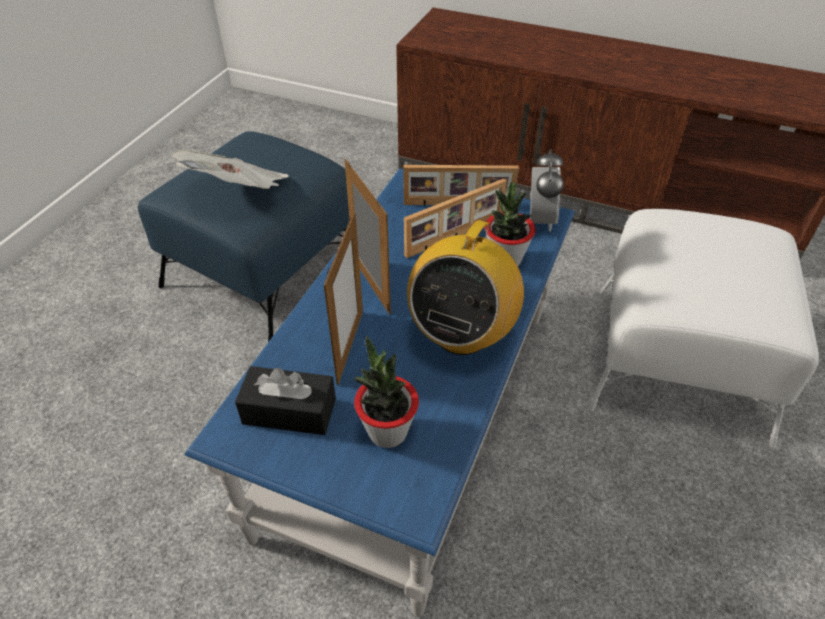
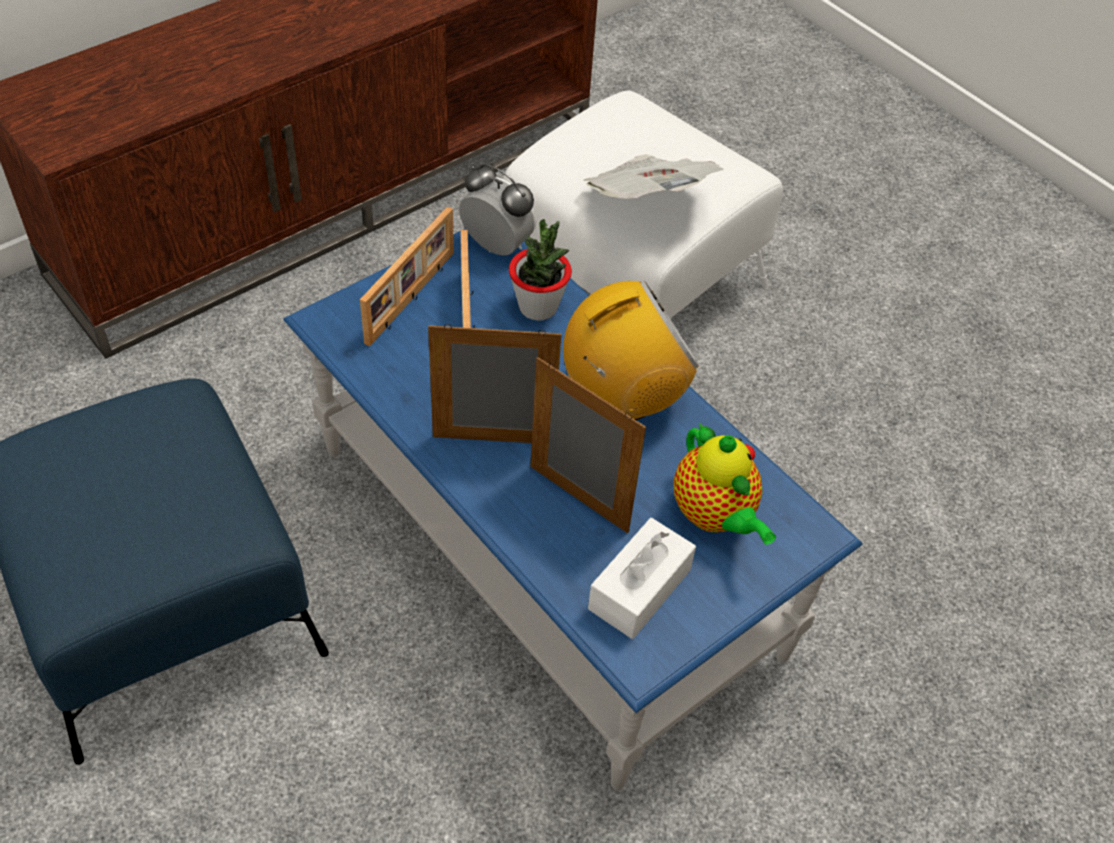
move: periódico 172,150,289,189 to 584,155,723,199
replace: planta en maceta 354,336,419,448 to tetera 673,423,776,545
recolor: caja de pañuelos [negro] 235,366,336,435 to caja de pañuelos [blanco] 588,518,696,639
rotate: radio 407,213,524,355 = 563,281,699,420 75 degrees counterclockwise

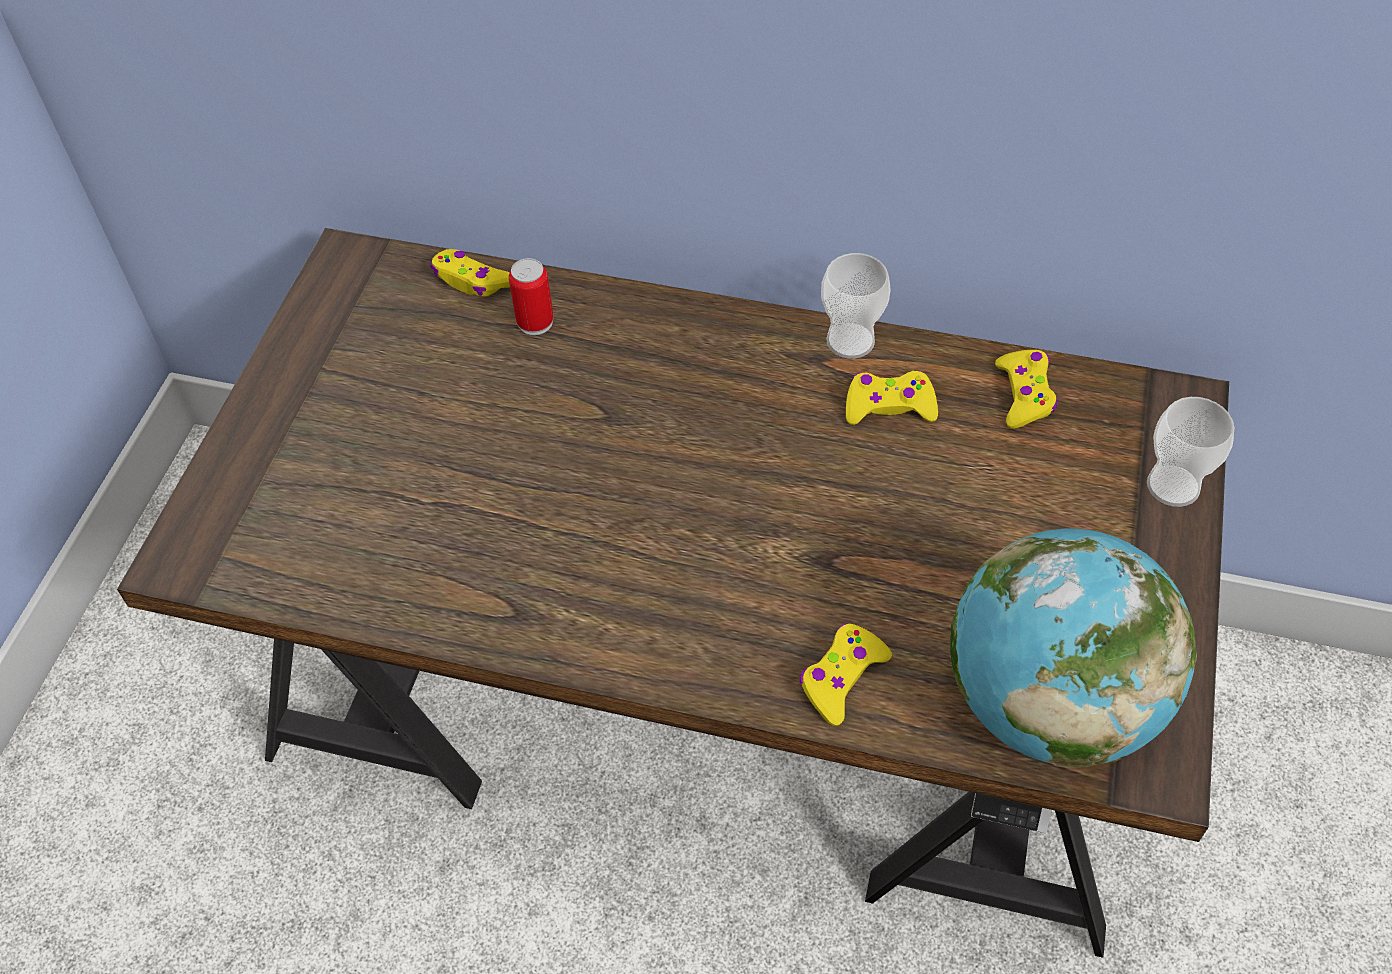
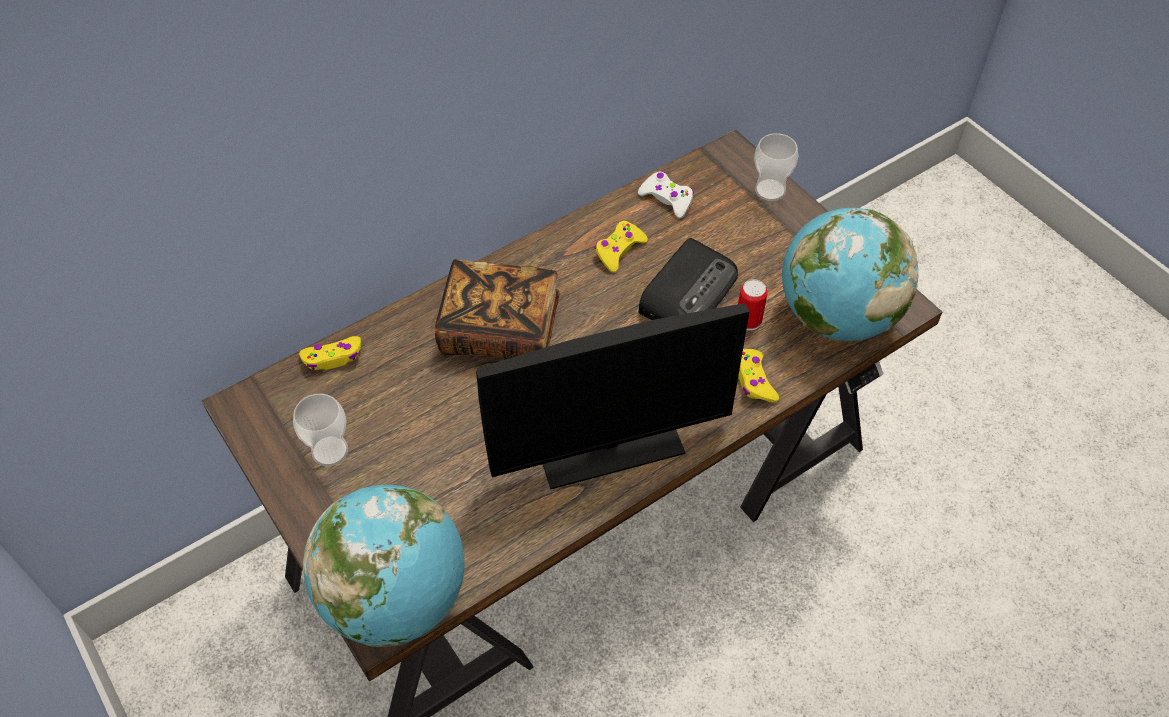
insert: globo terráqueo 303,485,465,647; libro 435,259,560,360; monitor 476,303,750,489; radio 638,238,738,320
move: lata 509,258,553,335 to 738,279,768,331; taza 821,253,891,359 to 293,394,348,466
recolor: mando de consola [amarillo] 995,350,1057,429 to mando de consola [blanco] 638,171,694,218

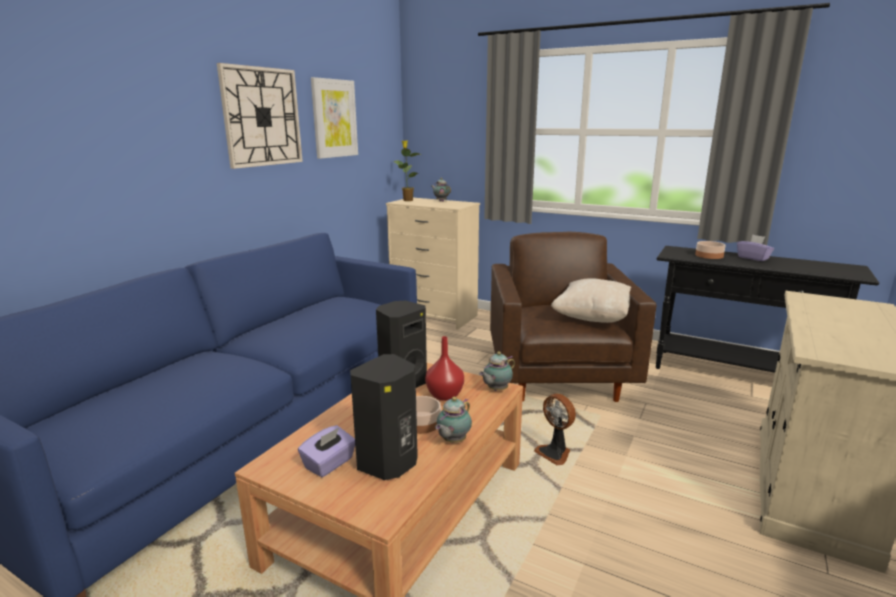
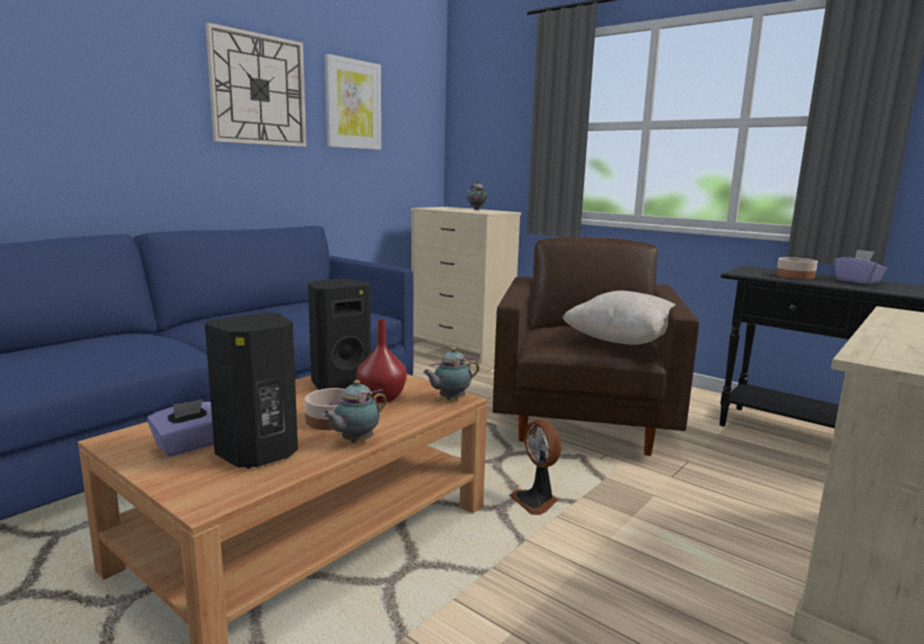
delete: planta en maceta 393,141,421,201

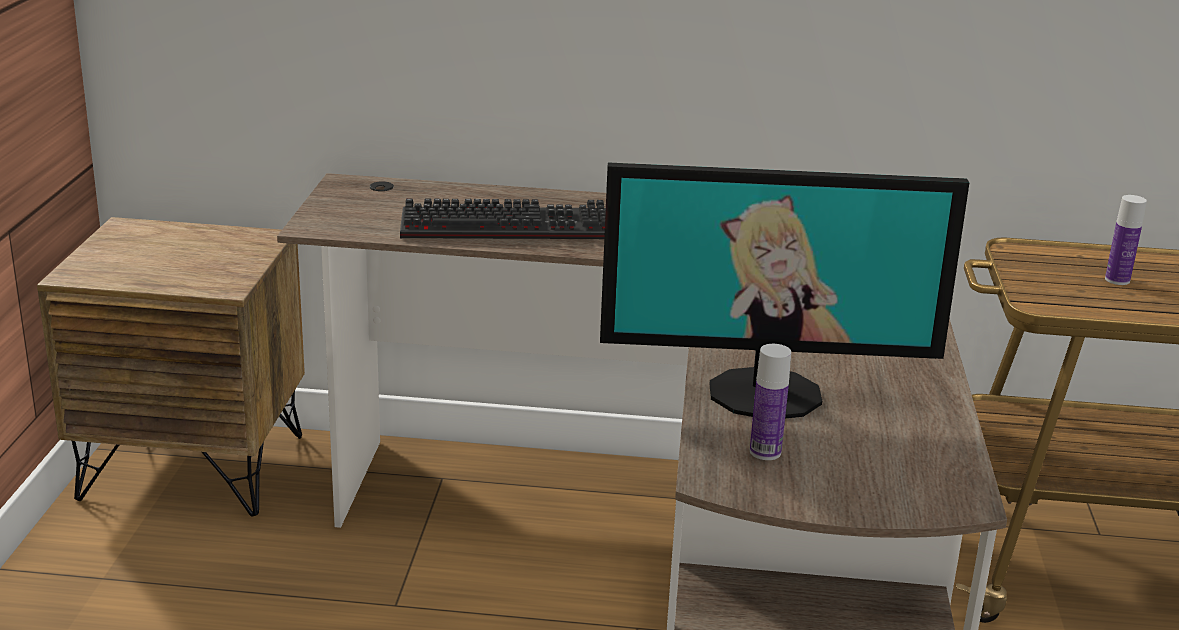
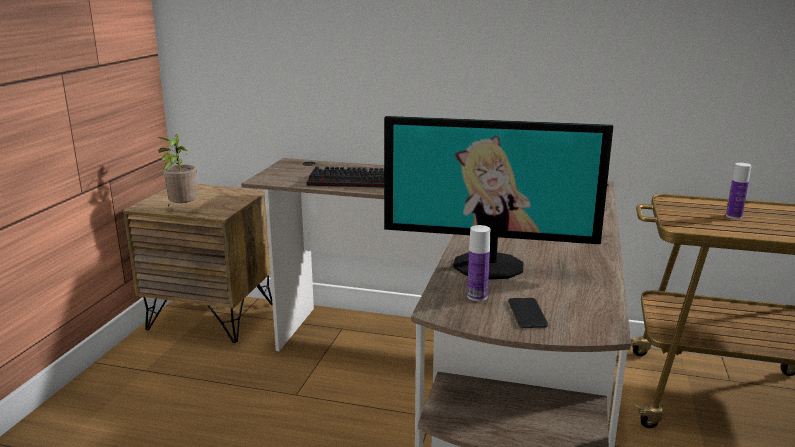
insert: planta en maceta 158,134,198,206; móvil 508,298,548,328

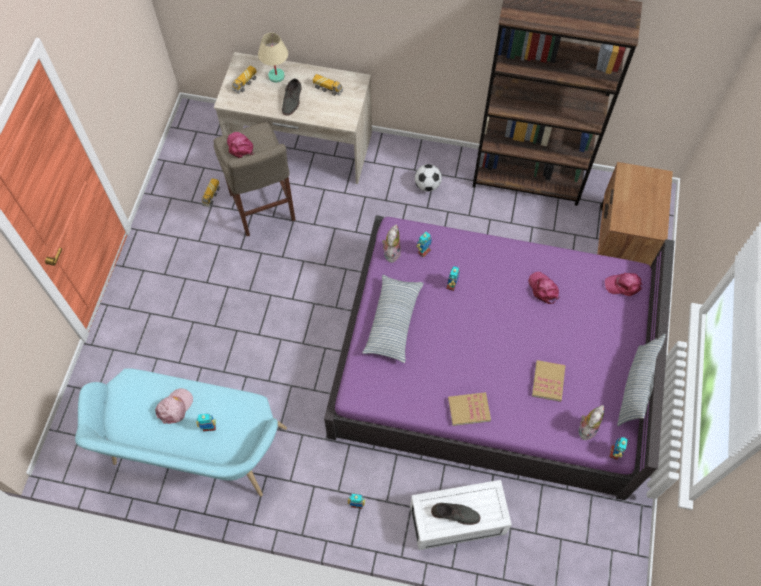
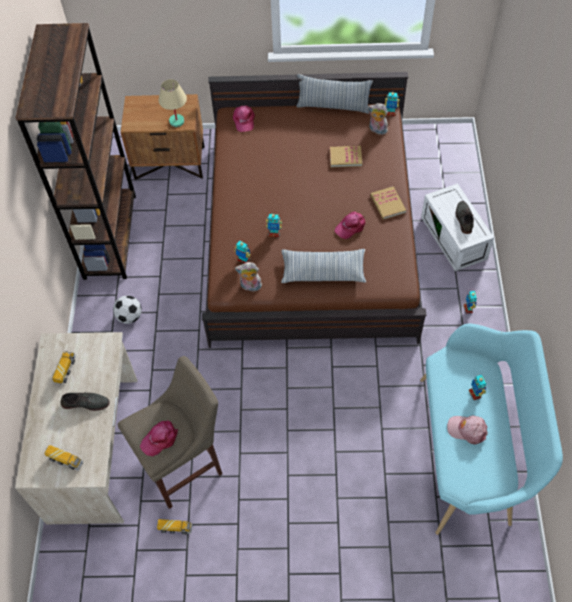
move: lámpara de mesa [beis] 258,33,288,83 to 158,79,187,127; gorra [rosa] 528,272,560,304 to 335,211,365,239
recolor: cama [morado] 324,215,674,500 to cama [marrón] 202,72,426,348

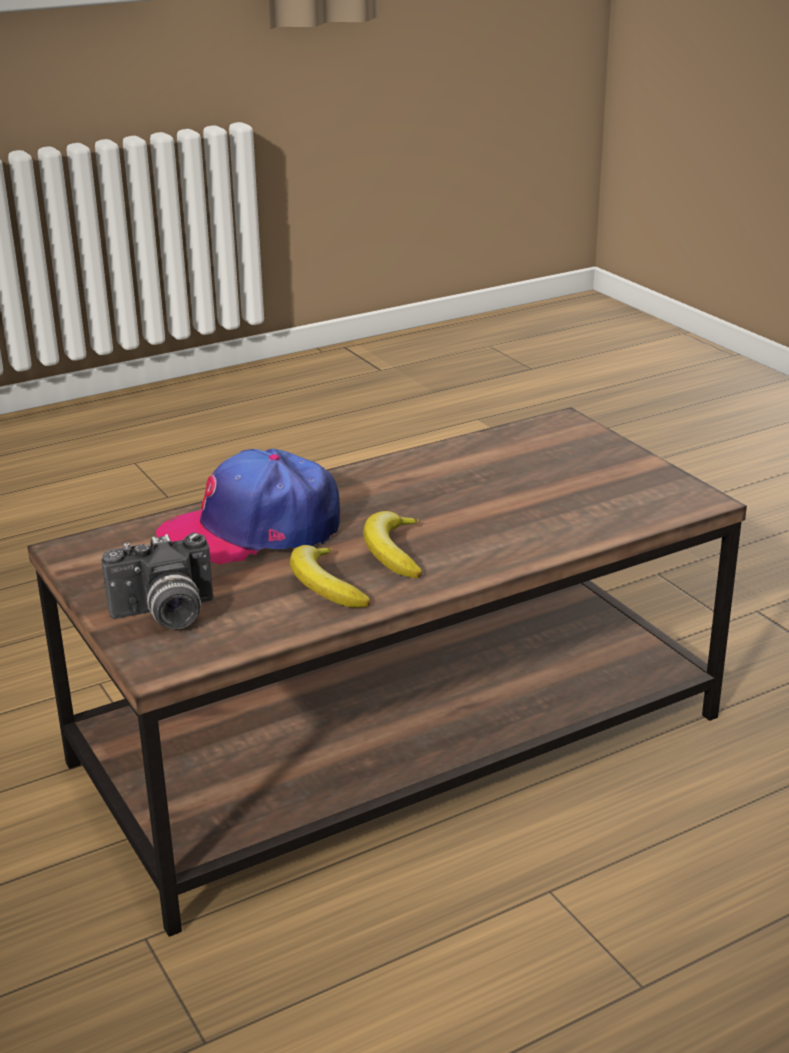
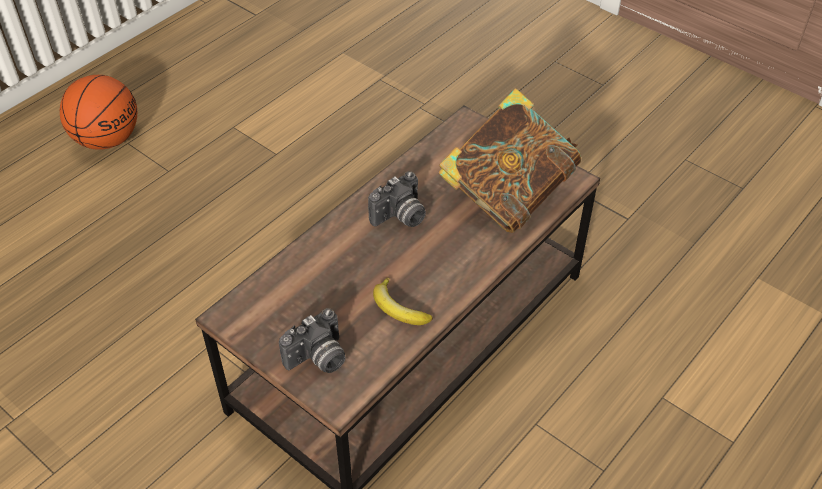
delete: gorra 156,449,340,565; plátano 363,511,422,578
insert: balón de baloncesto 60,75,137,150; cámara 368,171,426,227; libro 439,88,581,233

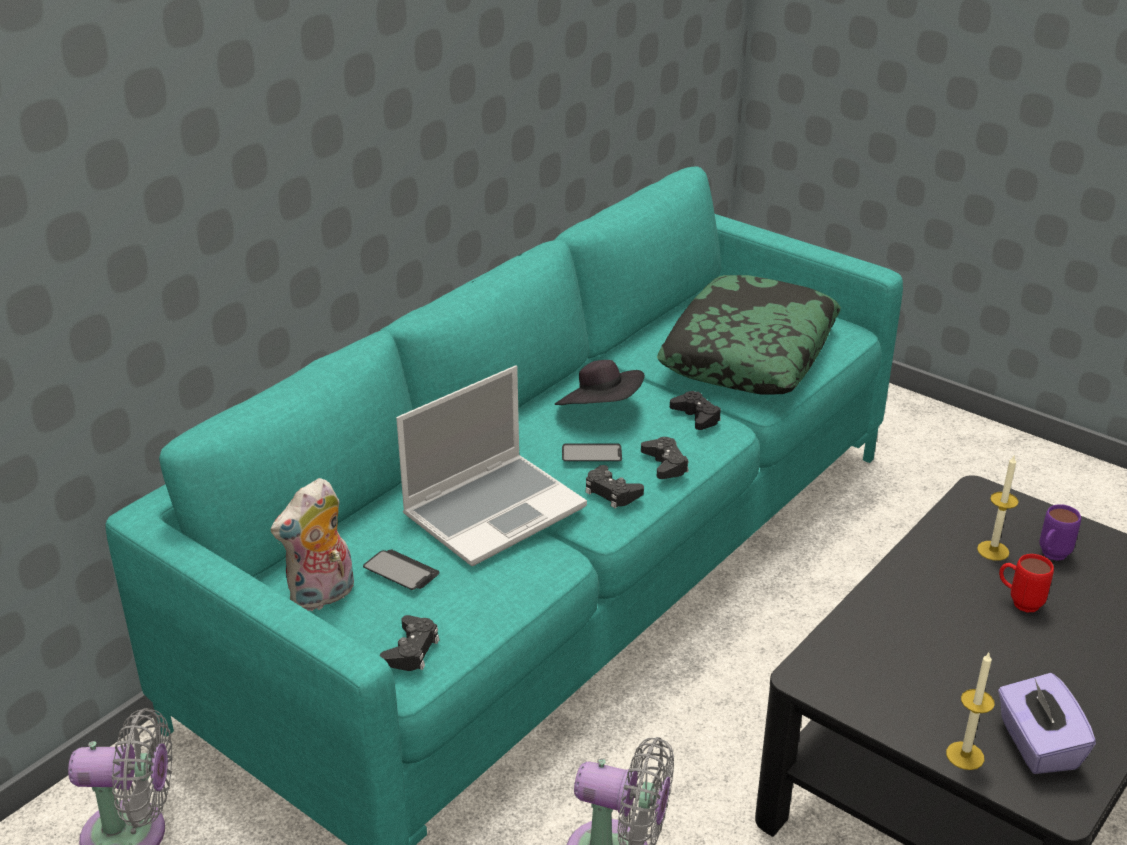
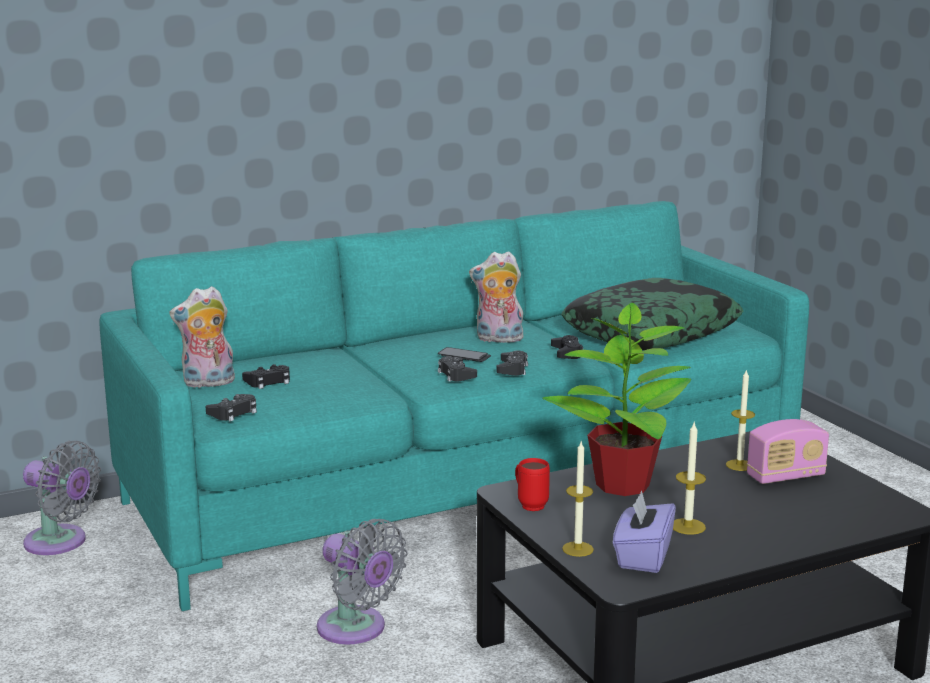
delete: portátil 396,365,587,566
insert: planta en maceta 542,303,691,496; vela 673,423,706,535
move: taza grande [rojo] 999,554,1054,612 to 515,458,550,511
replace: móvil 363,550,440,590 to mando de consola [negro] 242,364,290,389; sombrero [negro] 555,360,645,405 to peluche 469,251,523,343; taza grande [morado] 1040,504,1081,561 to radio 747,419,829,484

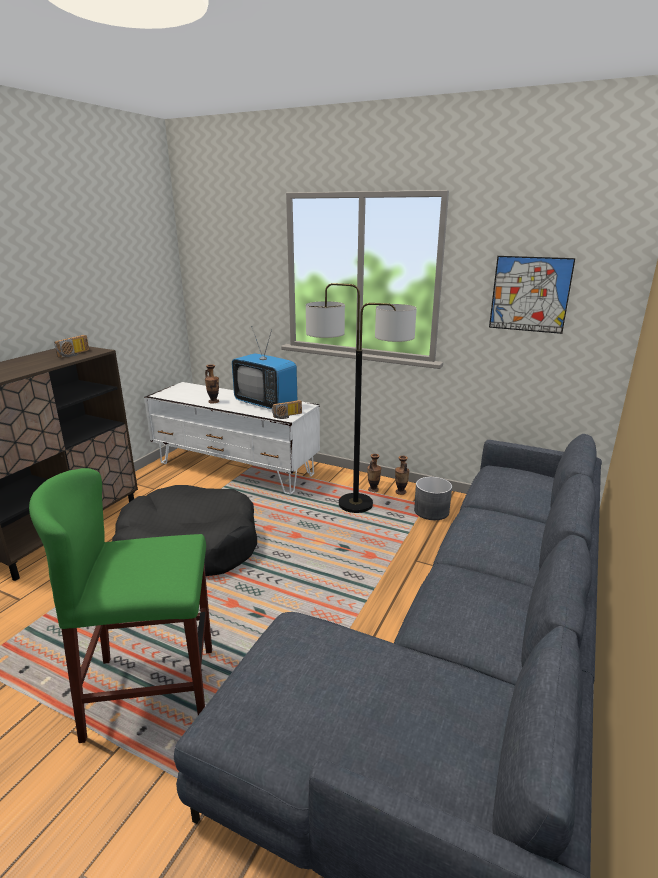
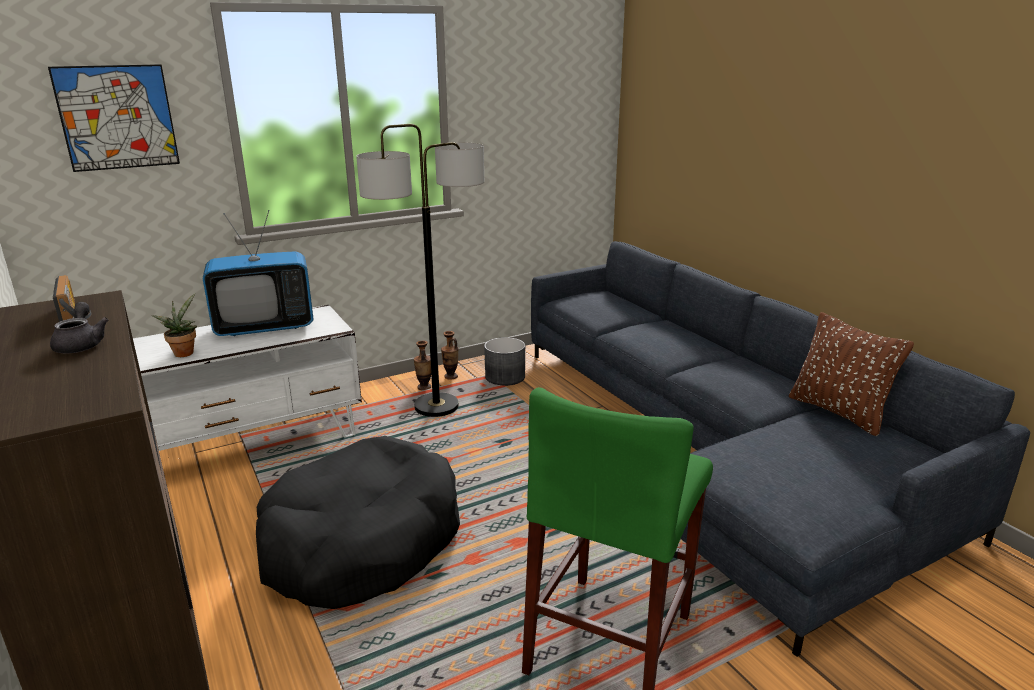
delete: radio 272,400,302,419
insert: tetera [gris] 50,302,108,353; cojín [marrón] 789,312,914,436
move: cuadro 489,256,575,334 to 48,64,180,172
replace: florero 205,364,219,404 to planta en maceta 152,293,197,357

